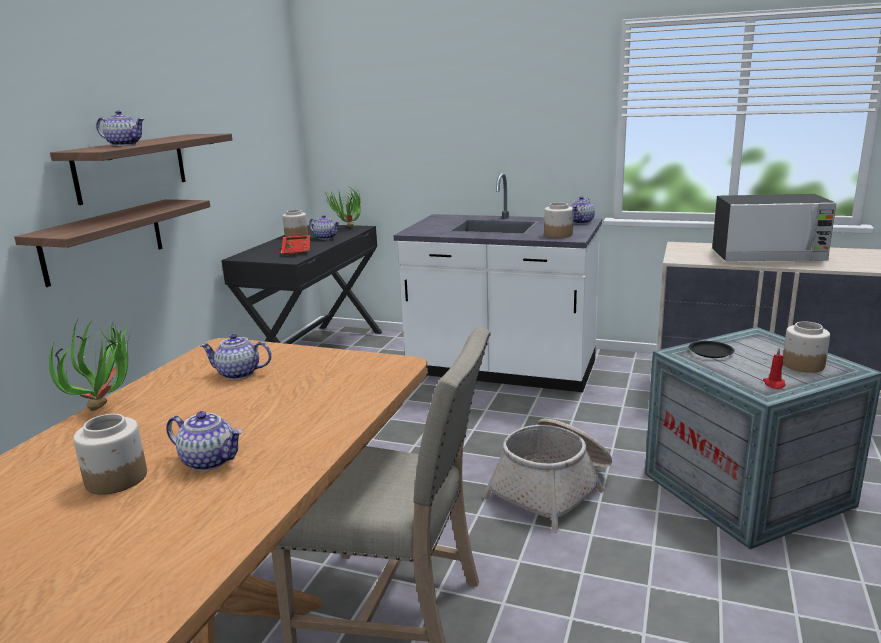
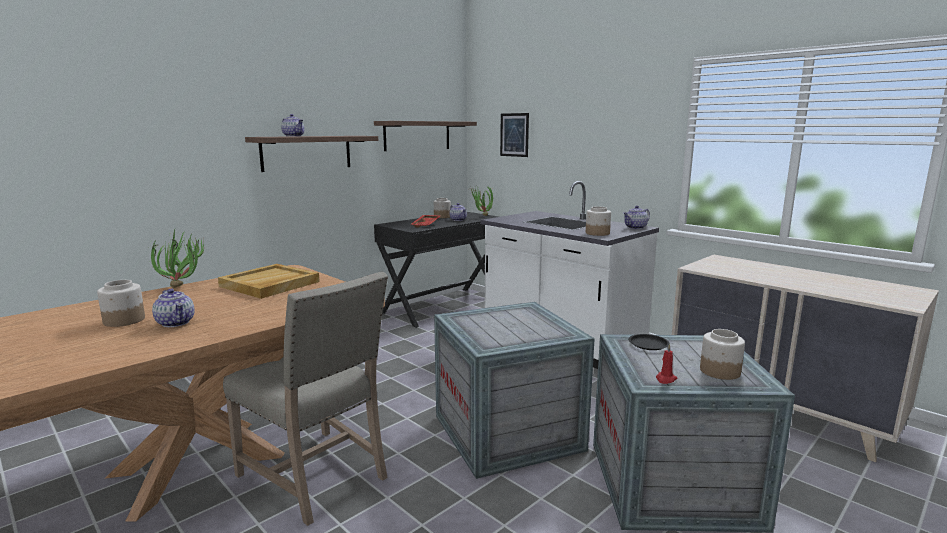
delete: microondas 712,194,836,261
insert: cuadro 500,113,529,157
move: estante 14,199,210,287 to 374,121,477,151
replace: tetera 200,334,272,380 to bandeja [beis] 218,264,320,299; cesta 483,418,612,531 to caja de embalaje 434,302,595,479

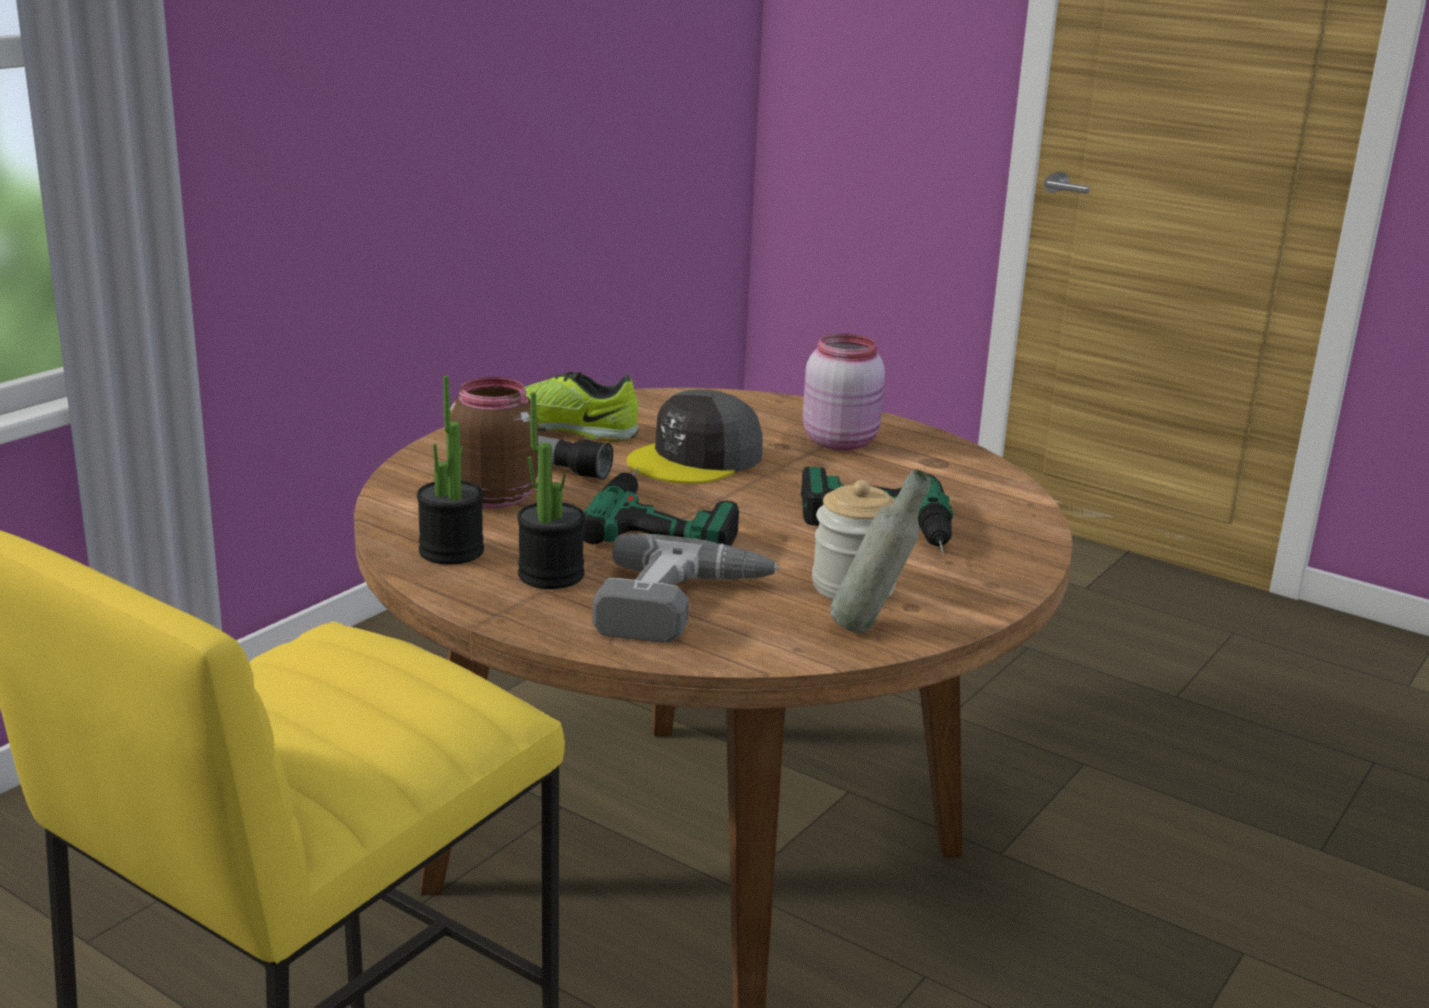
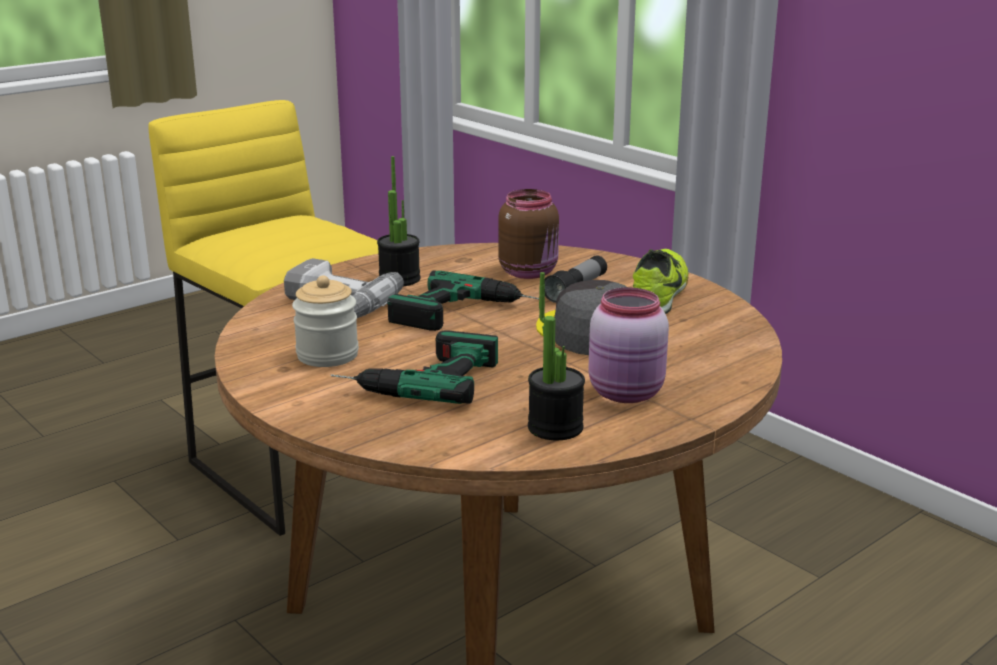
delete: botella [gris] 830,469,931,633
move: planta en maceta 417,376,484,565 to 528,272,585,440

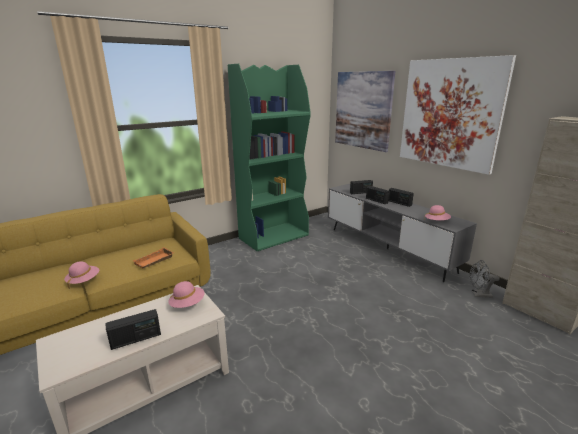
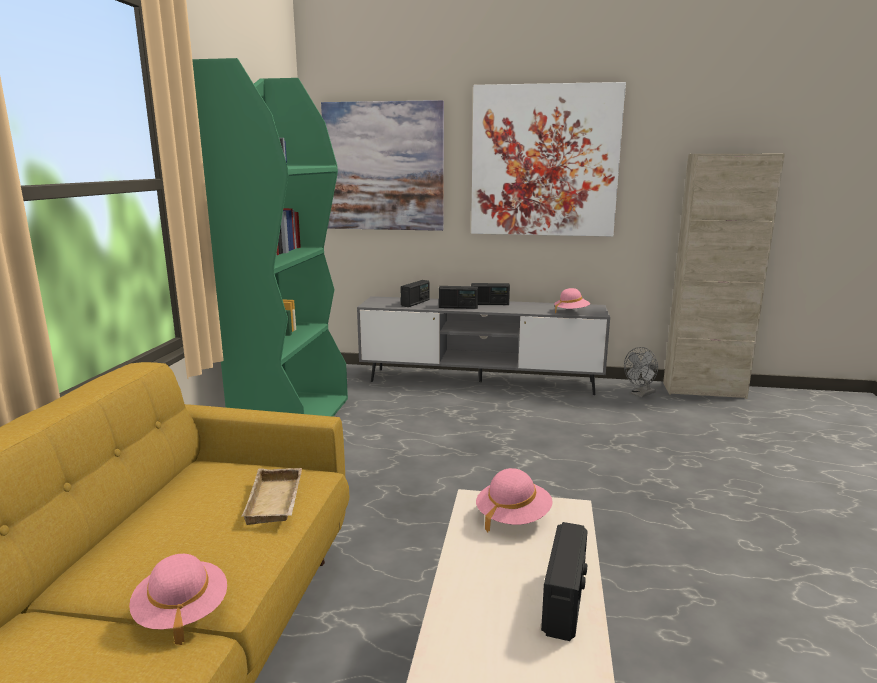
recolor: bandeja [naranja] 133,247,174,268 to bandeja [beis] 241,468,302,525

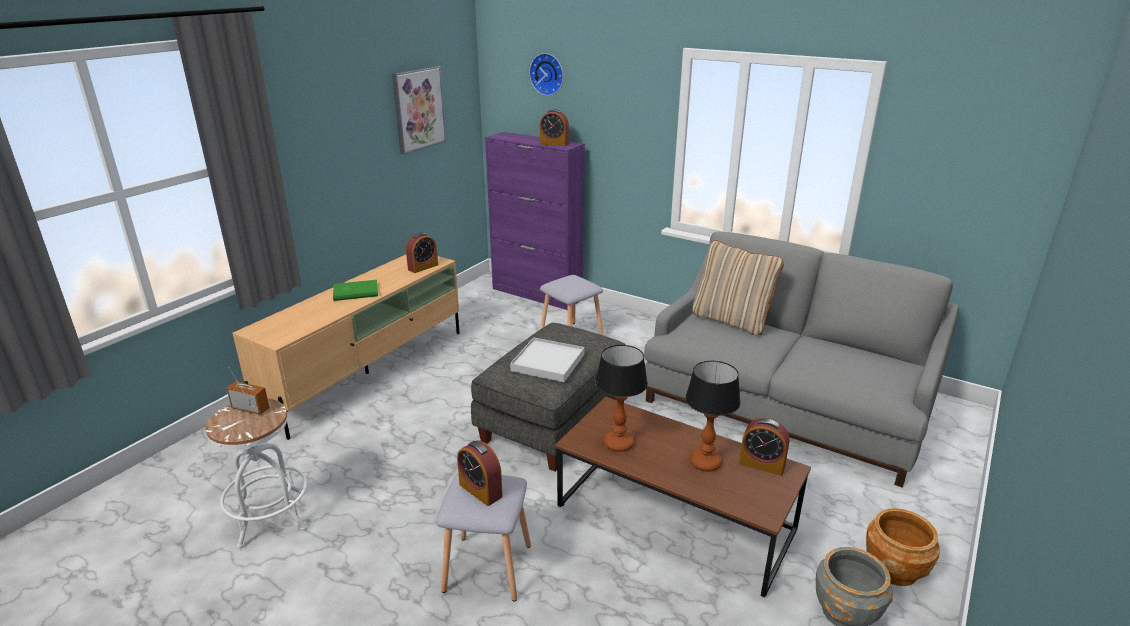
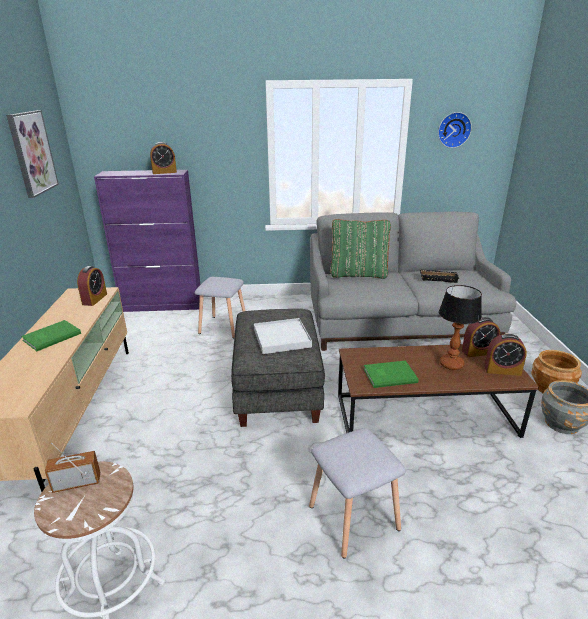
insert: bandeja [negro] 420,269,459,283
move: despertador 457,440,503,506 to 484,334,527,376; reloj de pared 529,53,563,96 to 438,112,472,148
replace: lámpara de mesa 595,345,648,452 to libro [verde] 364,360,419,388
recolor: cojín [beis] 692,240,784,336 to cojín [verde] 330,219,391,279

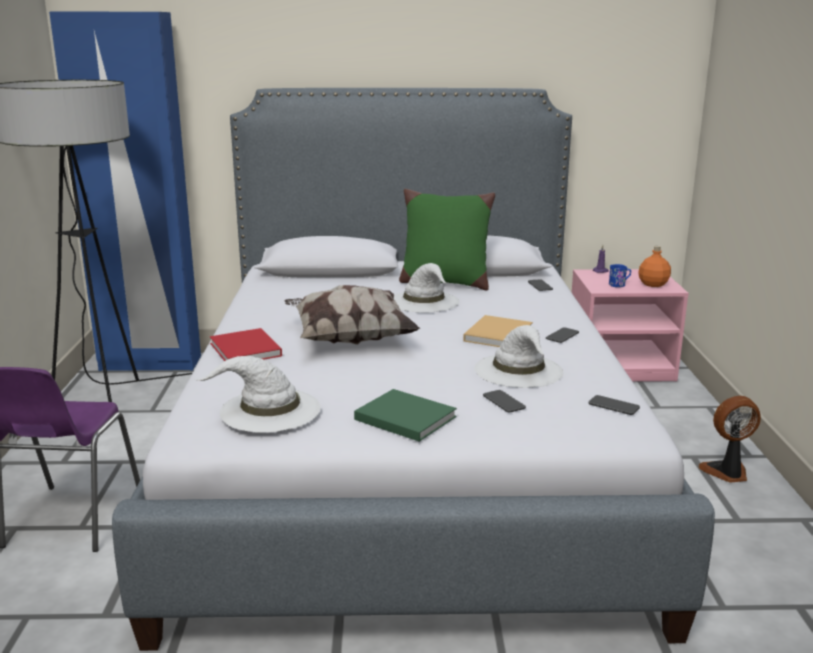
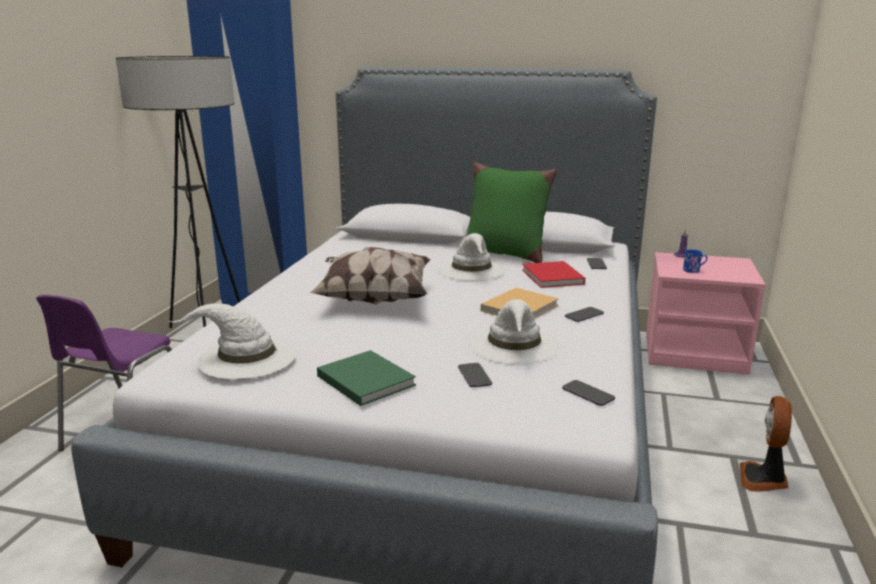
delete: botella [naranja] 638,246,671,287
move: libro [rojo] 210,328,282,361 to 522,261,585,288
rotate: ventilador 698,396,761,483 = 740,396,792,491 75 degrees counterclockwise

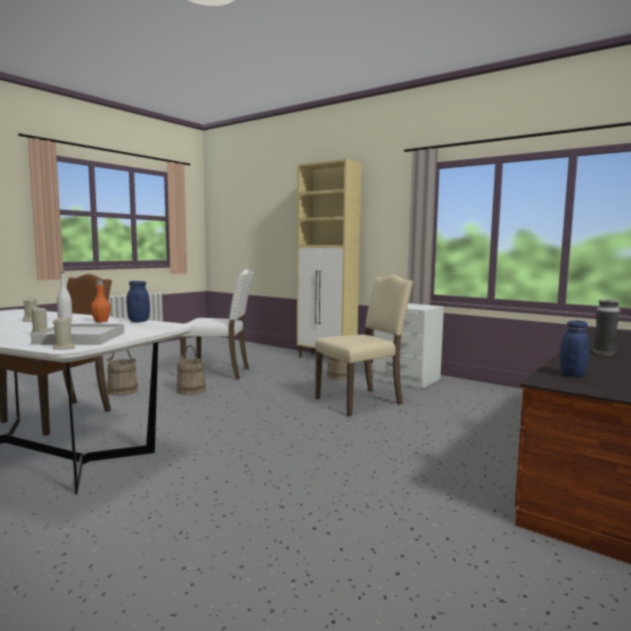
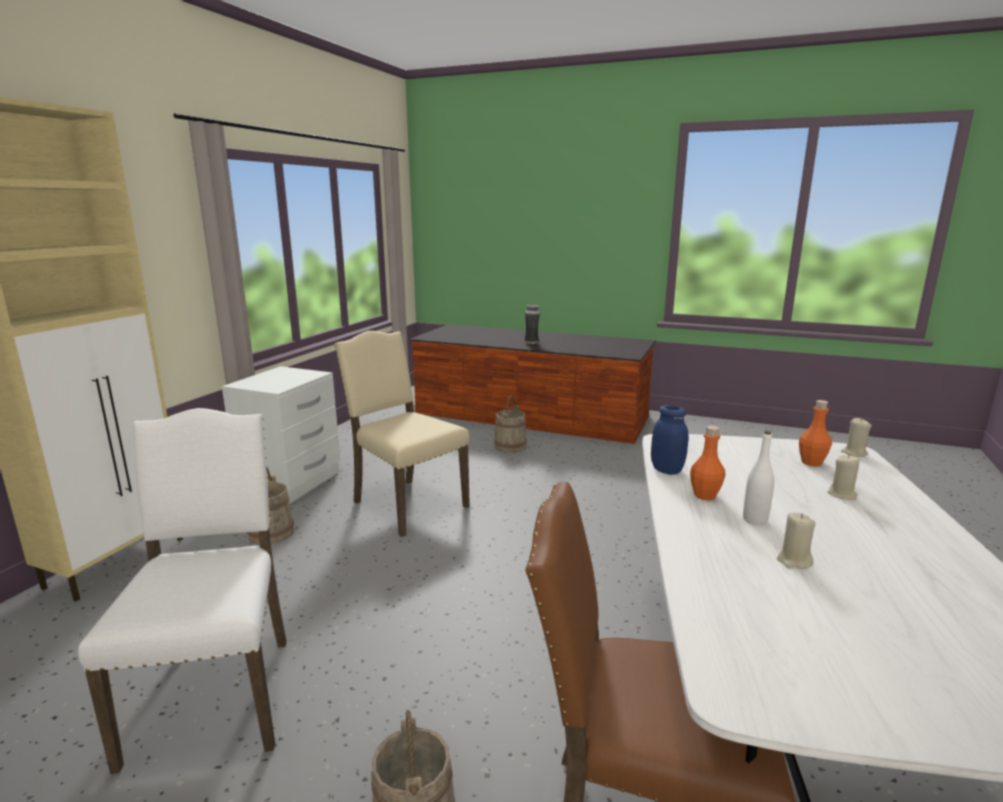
delete: tarro [azul] 560,321,589,377
move: cubo [beis] 176,345,206,395 to 494,395,527,453
replace: bandeja [blanco] 31,324,124,345 to botella [naranja] 799,400,832,467

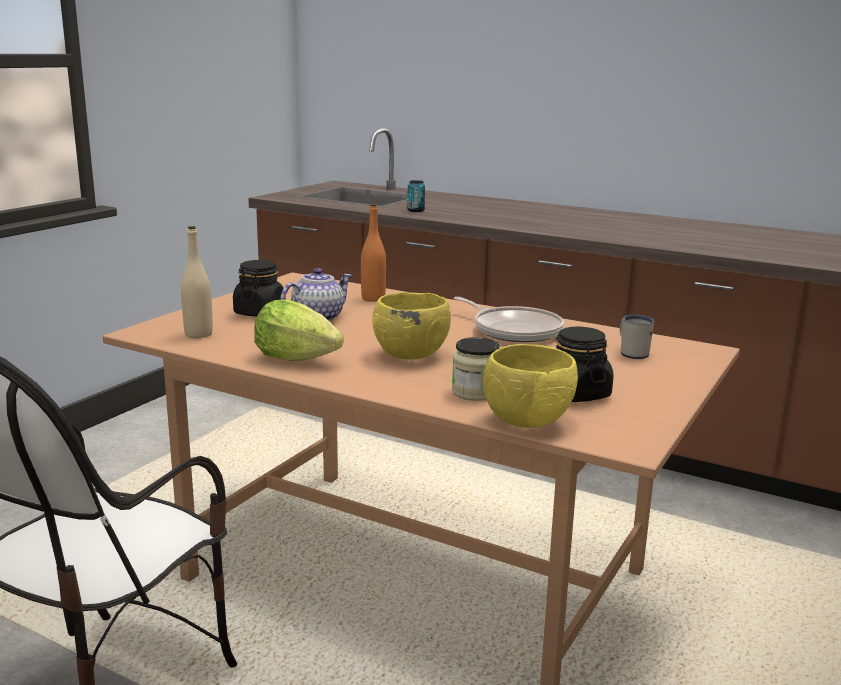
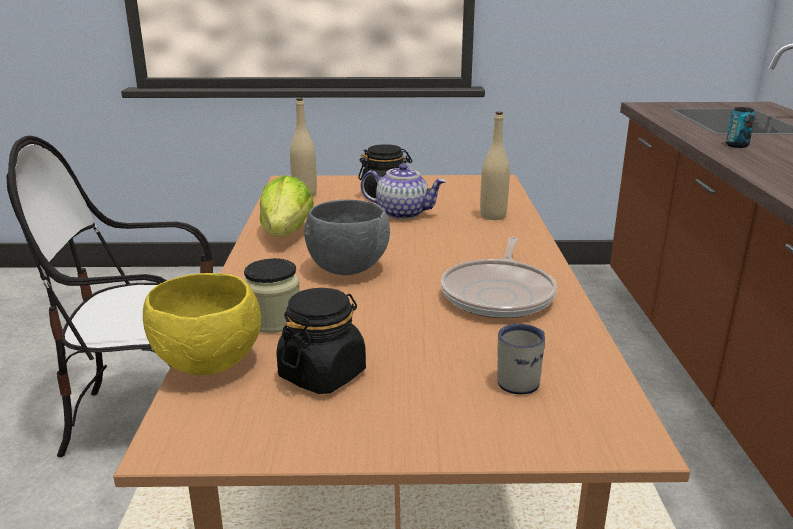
recolor: botella [naranja] 361,204,386,302 to botella [beis] 480,112,510,220; cuenco [amarillo] 372,292,451,360 to cuenco [gris] 304,199,390,275

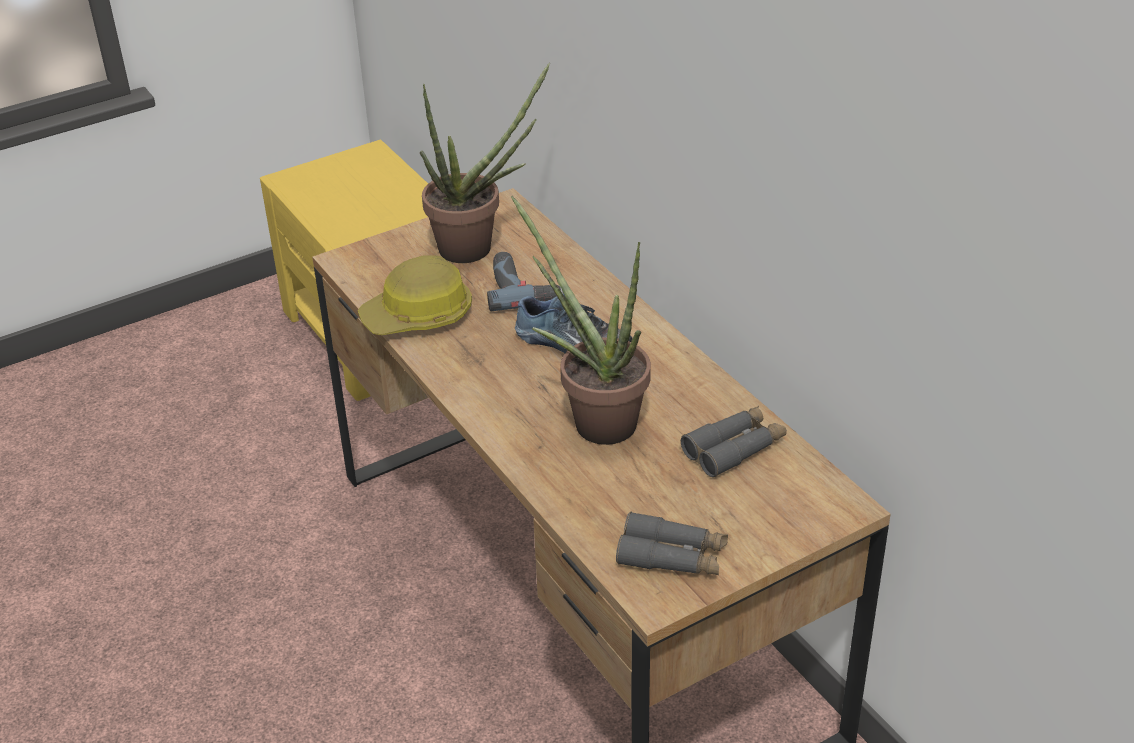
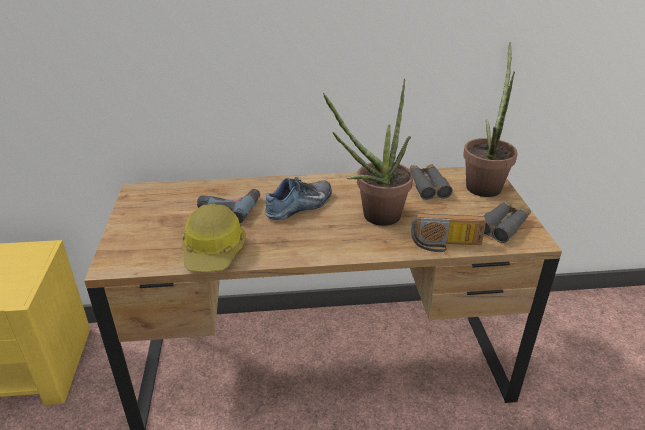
insert: radio 411,213,486,252
move: planta en maceta 420,63,550,263 to 463,42,518,197

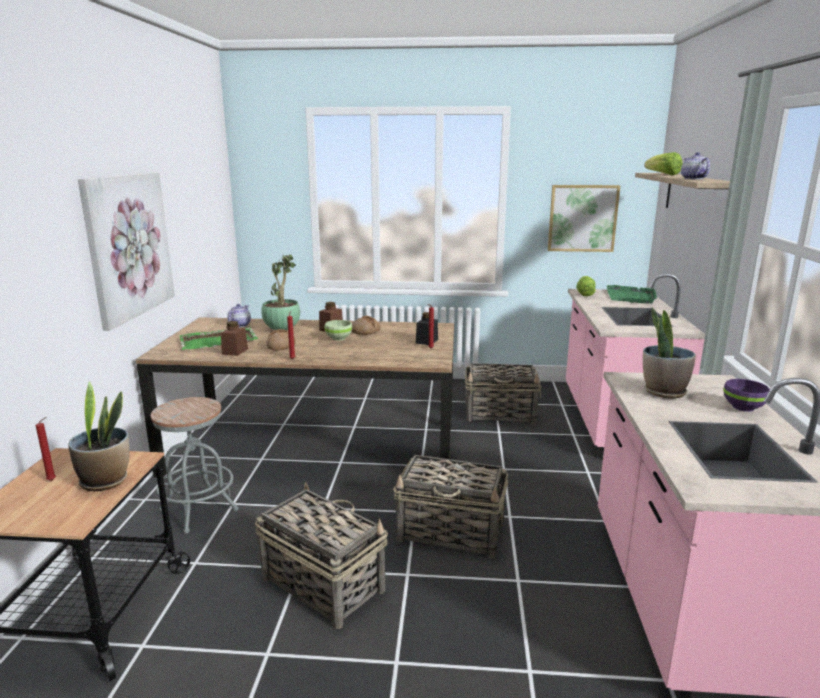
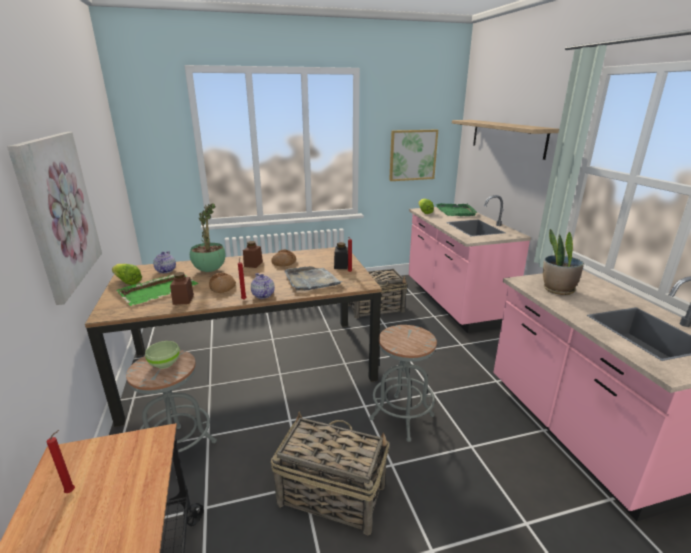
delete: planta en maceta 68,381,129,491; cuenco [morado] 723,379,770,412
insert: bandeja [gris] 285,266,342,291
move: cuenco [verde] 325,320,352,341 to 145,341,180,369; lechuga 645,152,682,175 to 112,264,142,285; tetera 681,152,710,179 to 251,273,275,299
replace: cesta 393,455,508,558 to taburete [gris] 369,325,437,442

